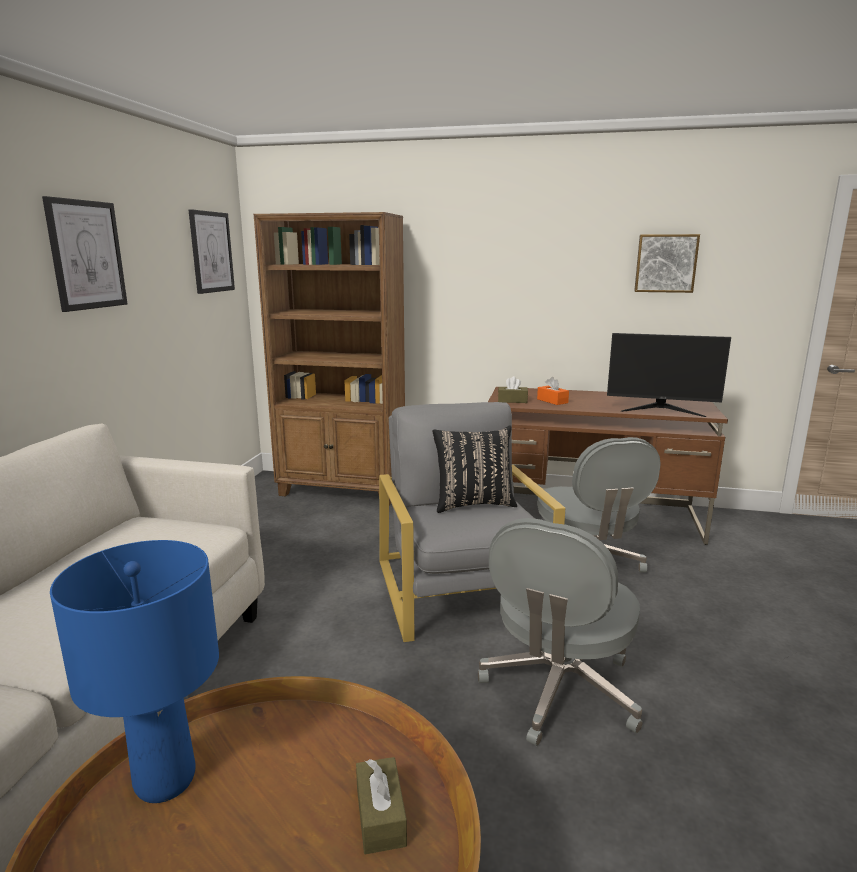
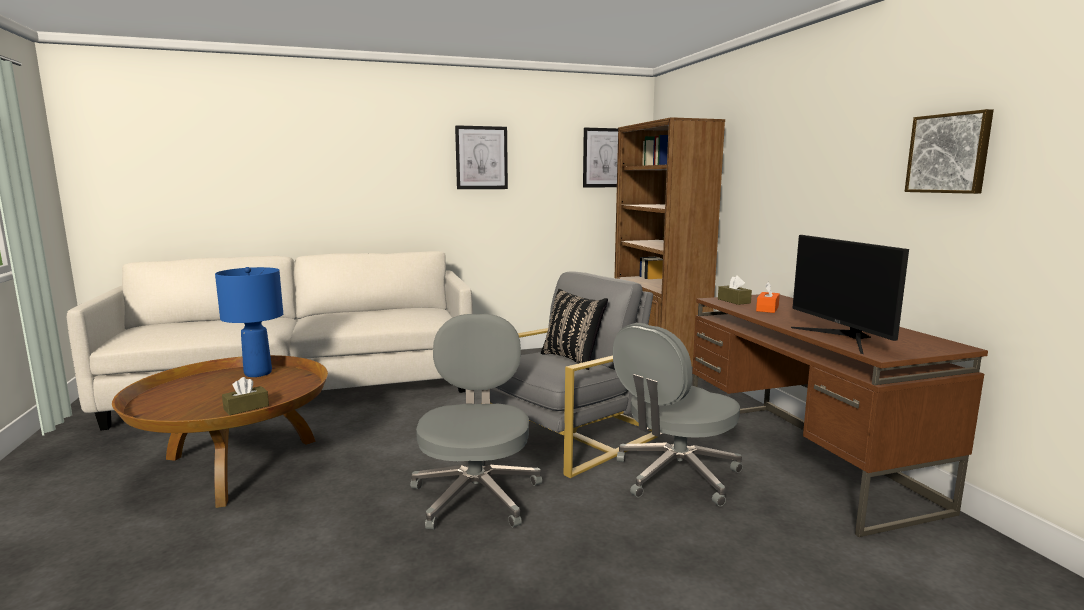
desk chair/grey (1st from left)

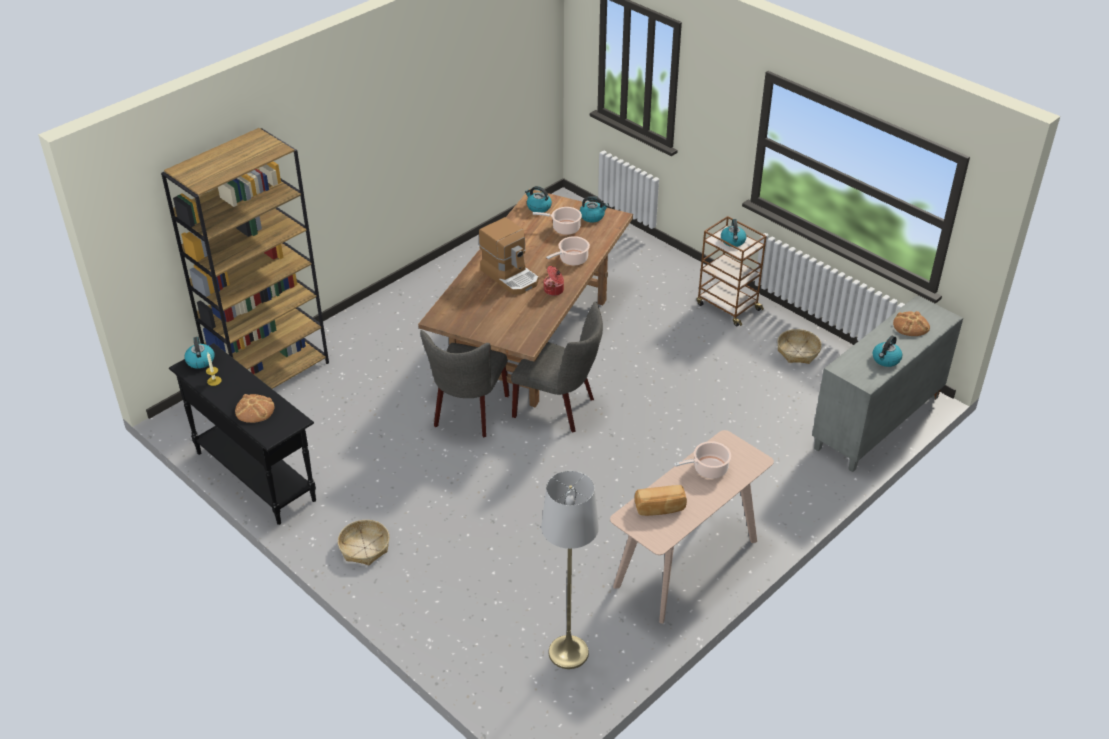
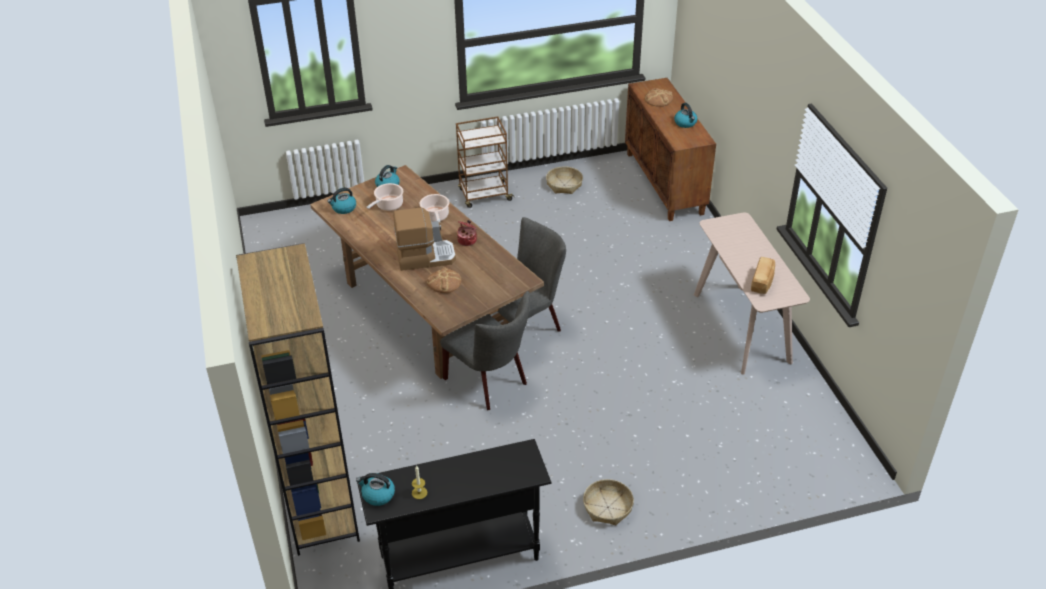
kettle (4th from left in the first image); cabinet/brown-coloured; bakery bread (1st from left); saucepot (4th from left in the first image); standing lamp/grey

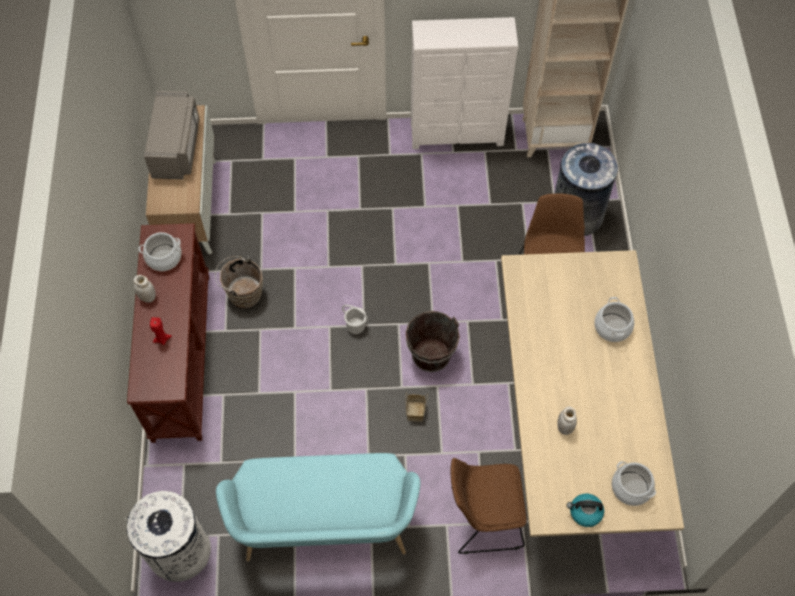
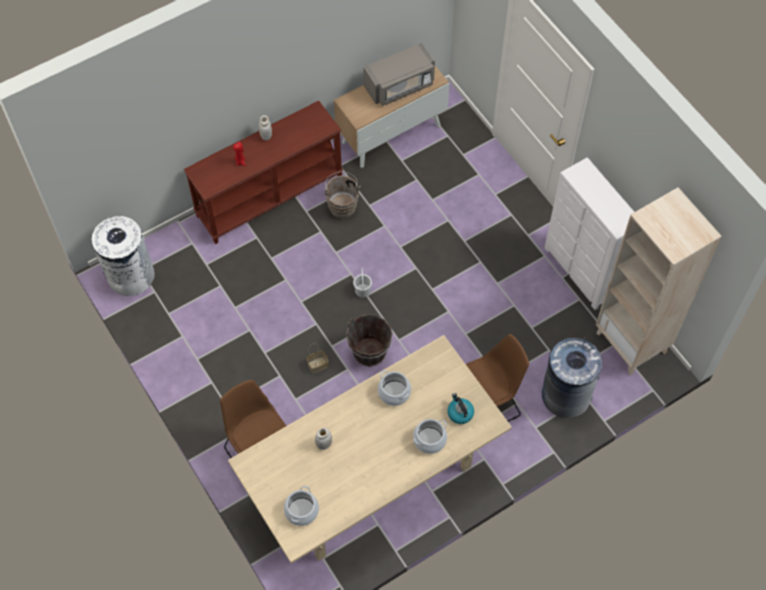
saucepot (2nd from left); bench/turquoise; kettle

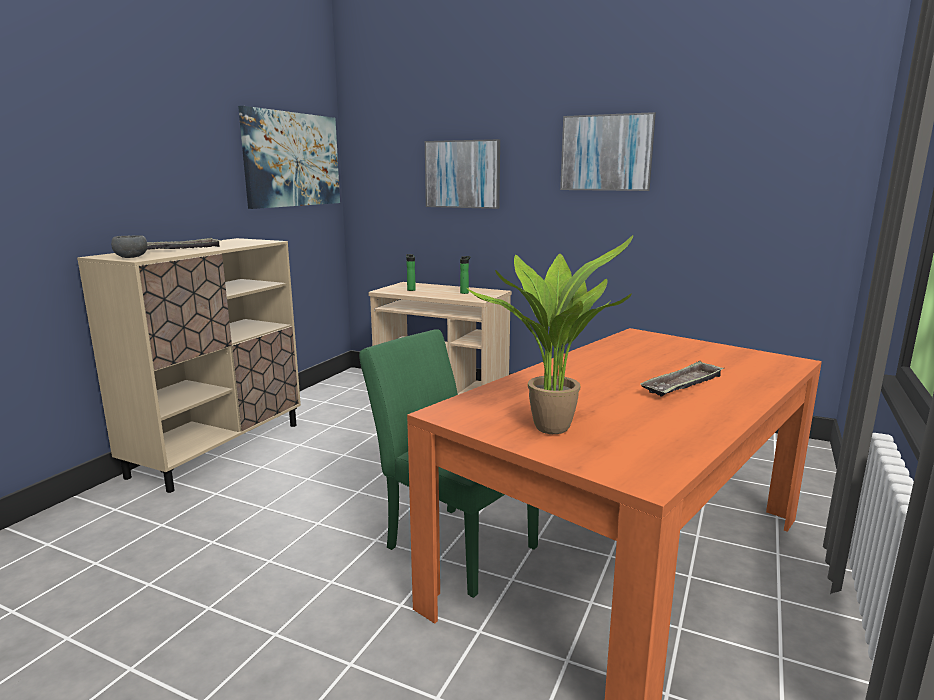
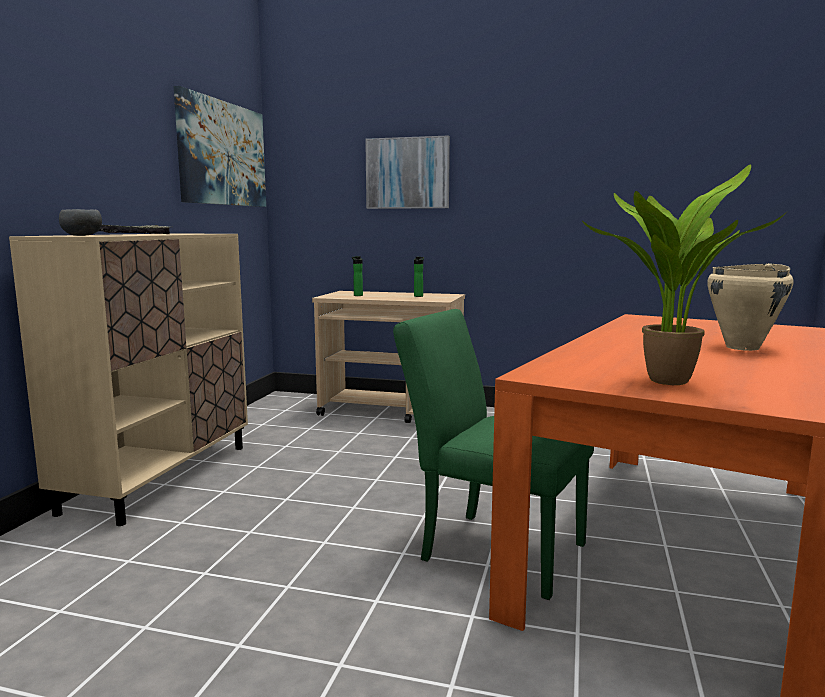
wall art (3rd from left in the first image); saucepot/beige

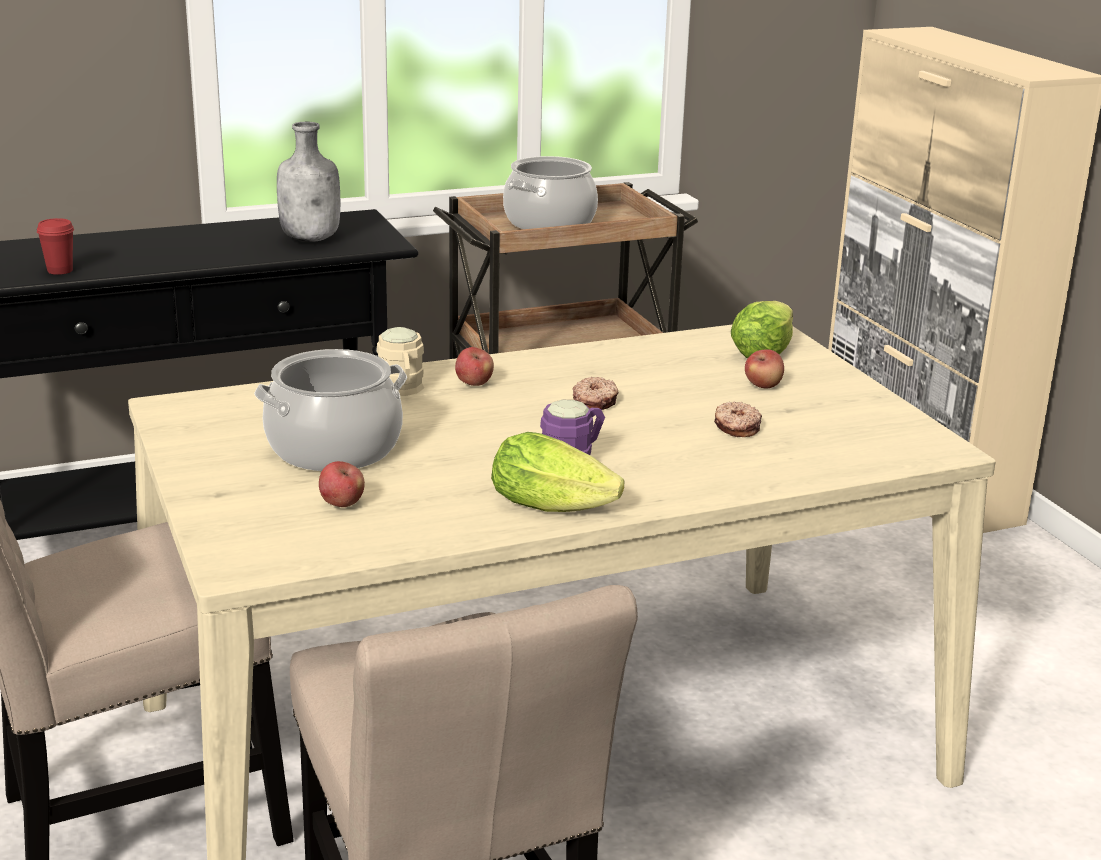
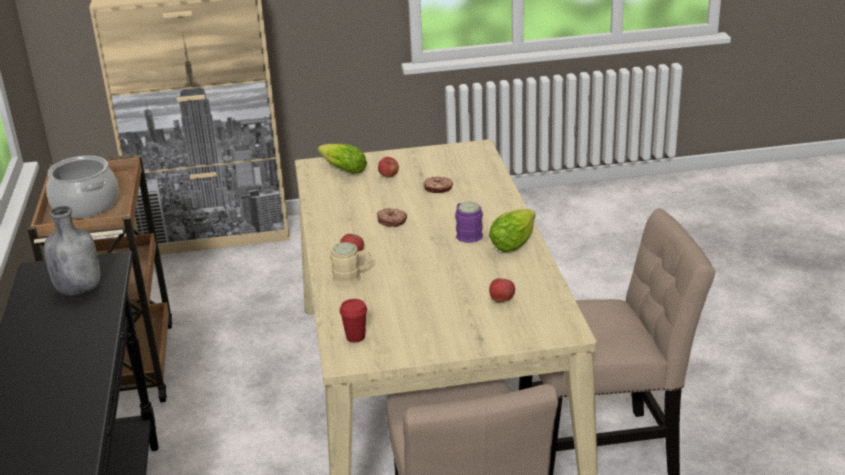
drinking cup/reddish; saucepot (1st from left in the first image)

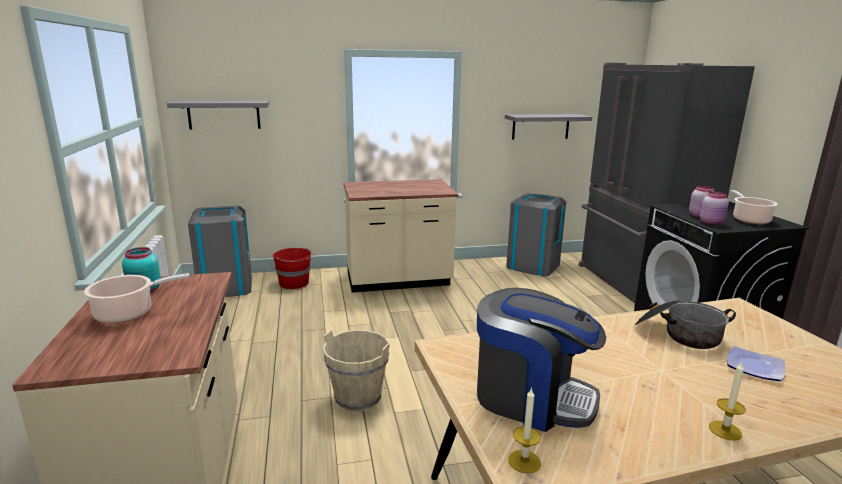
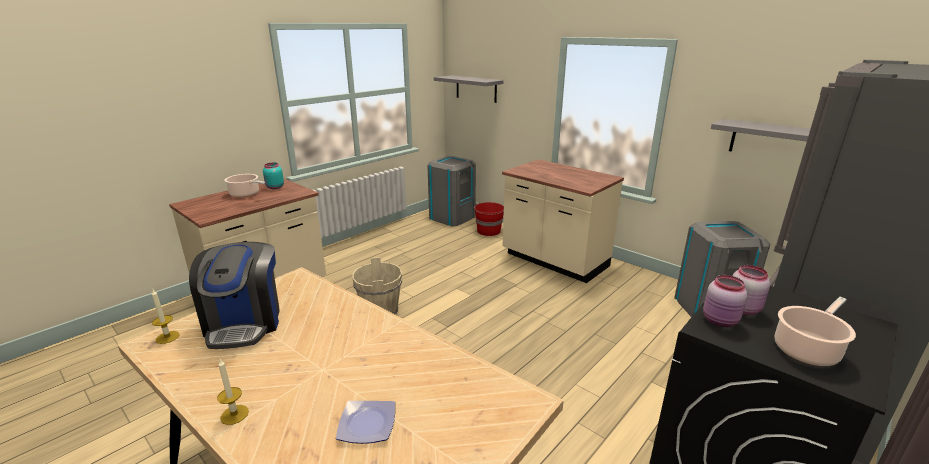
saucepot (2nd from left in the first image)

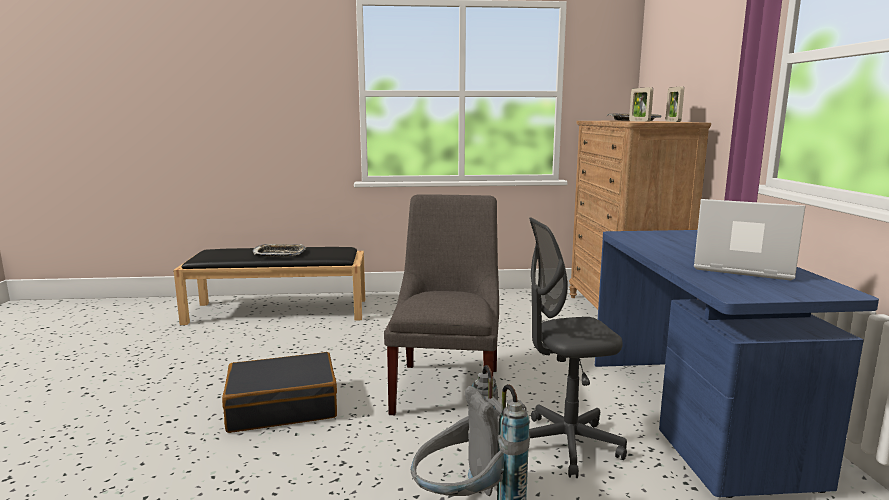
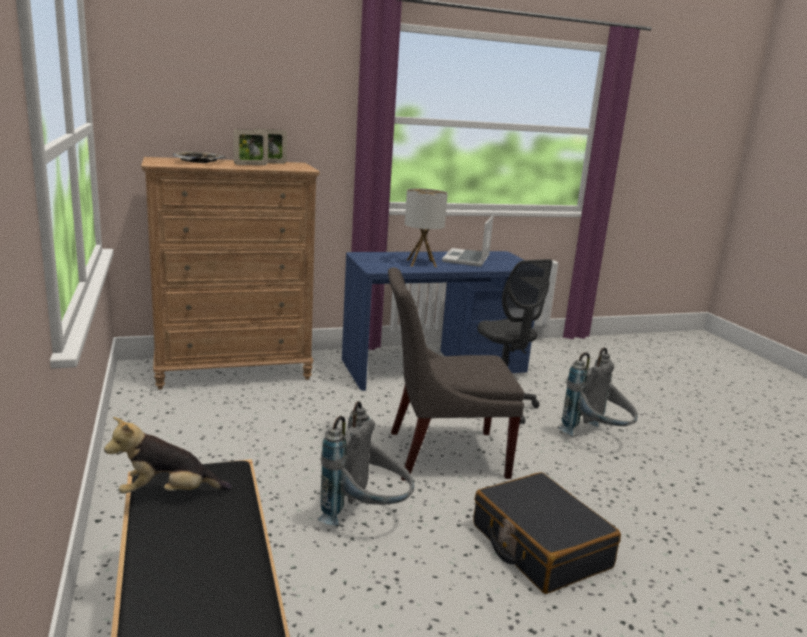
carrying tray (1st from left in the first image); tabletop lamp; backpack/grey (1st from left); soft toy

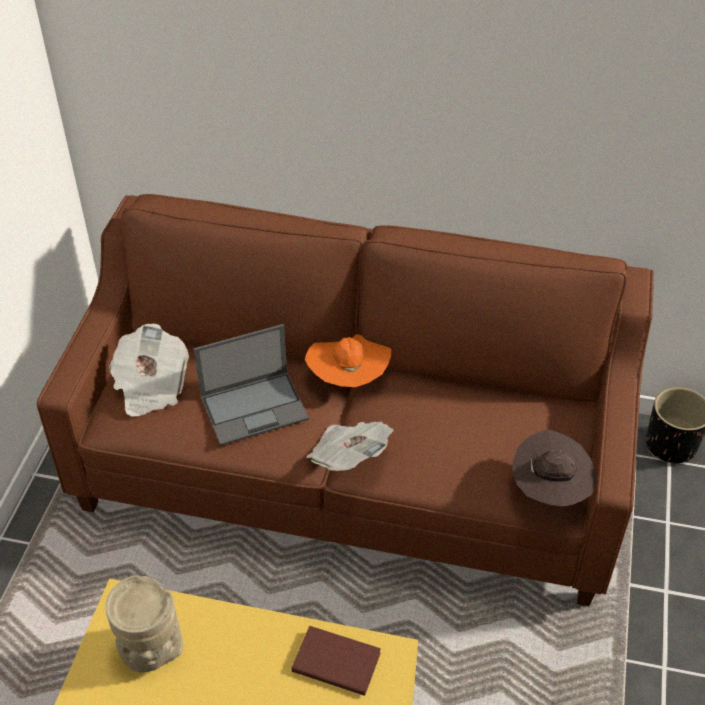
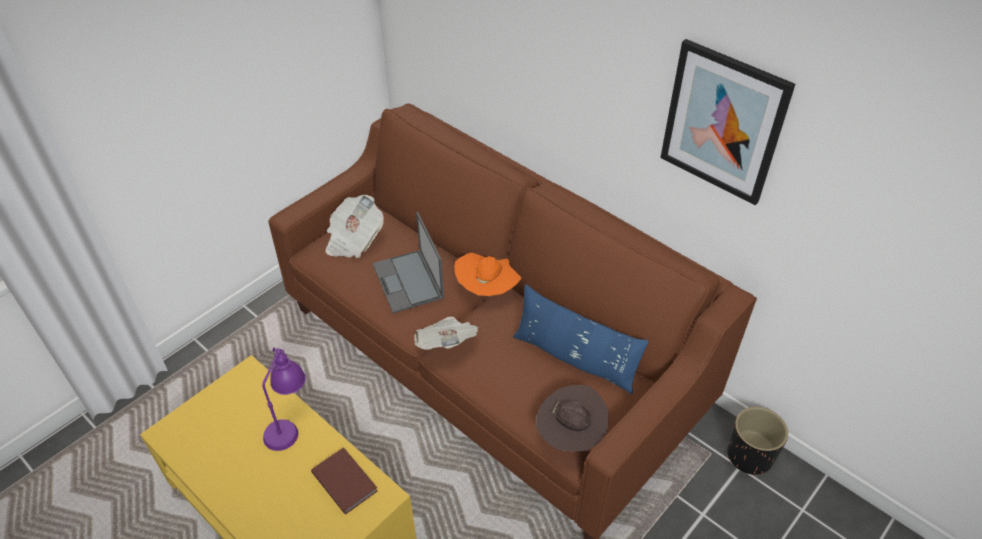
laptop; flower vase/beige; wall art; cushion/blue; tabletop lamp/purplish

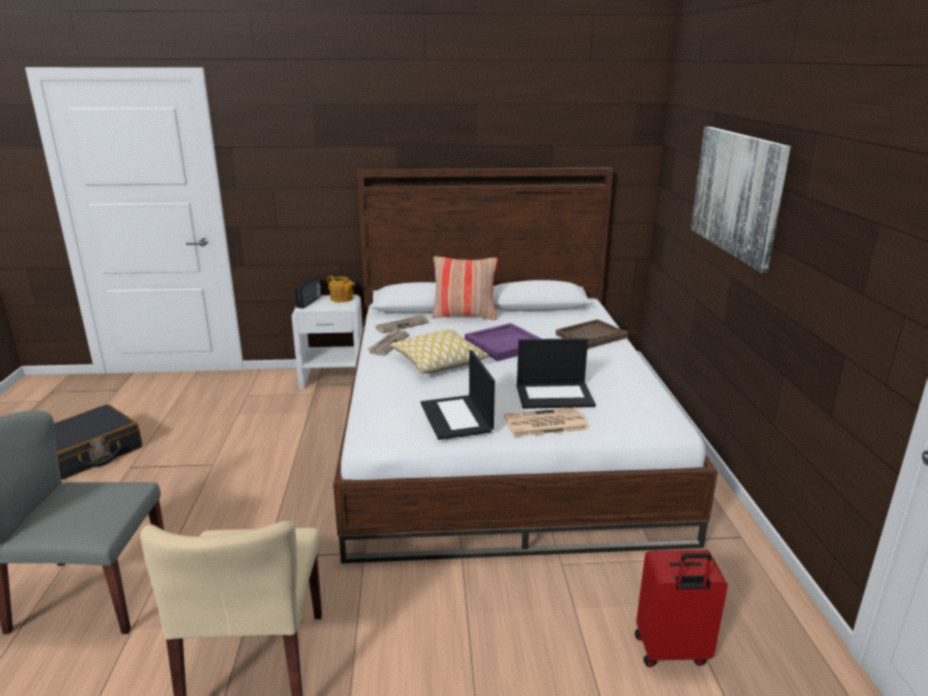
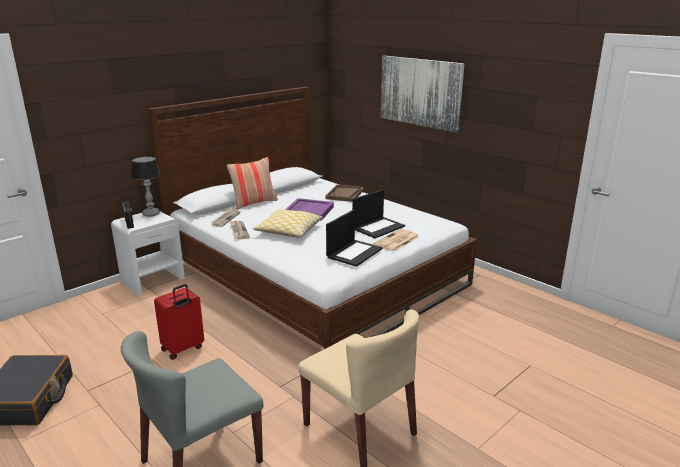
tabletop lamp; laptop (1st from left); piece of luggage/reddish

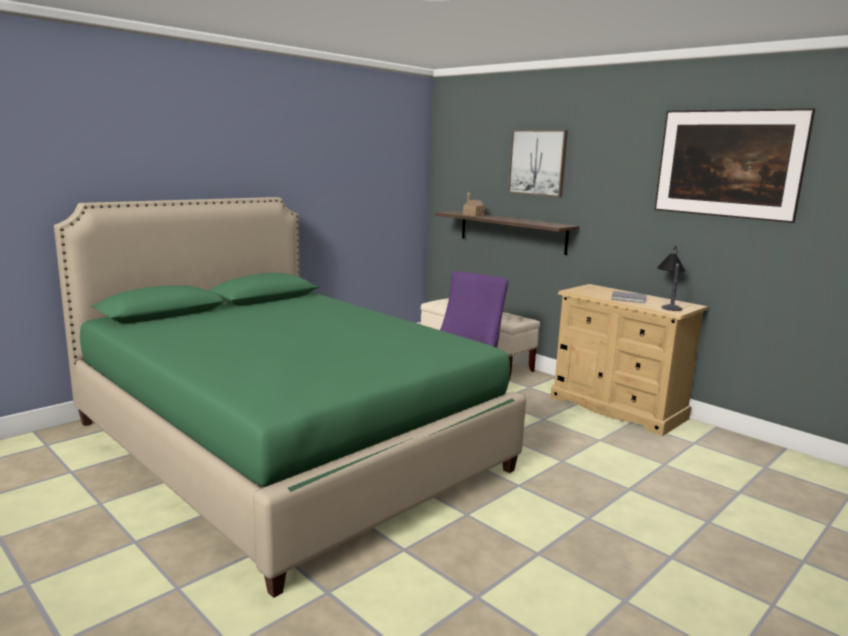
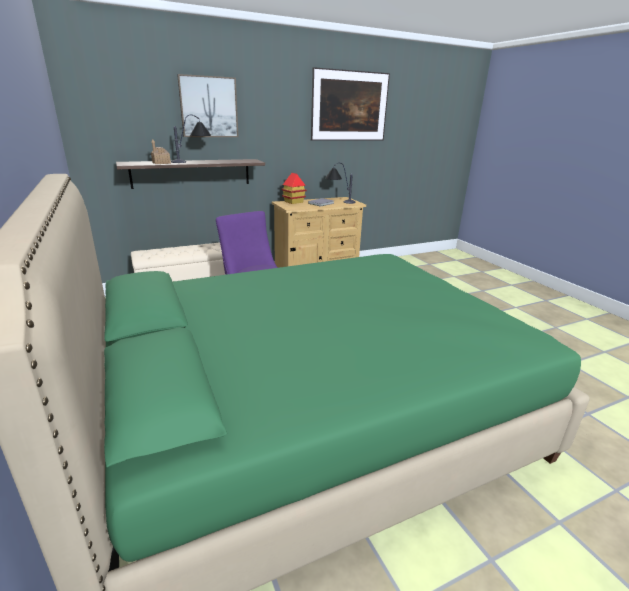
tabletop lamp (1st from left); toy house (2nd from left)

